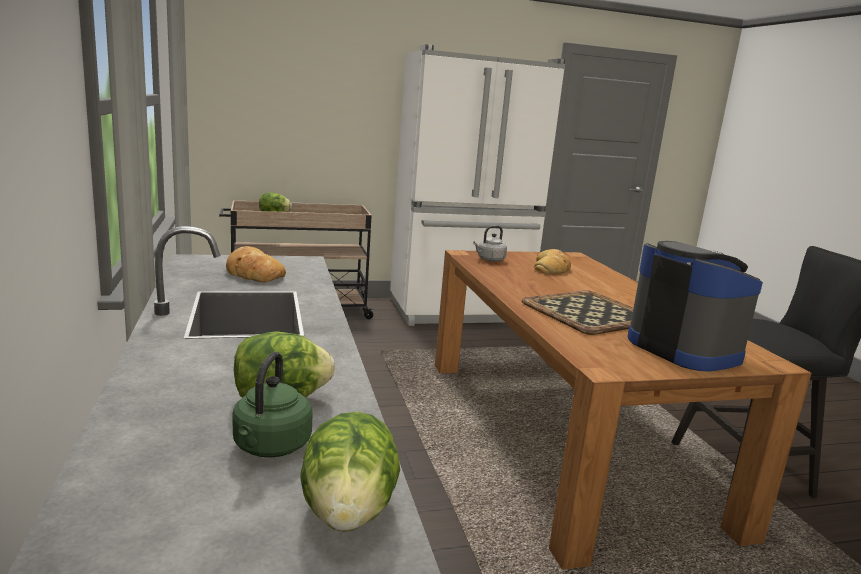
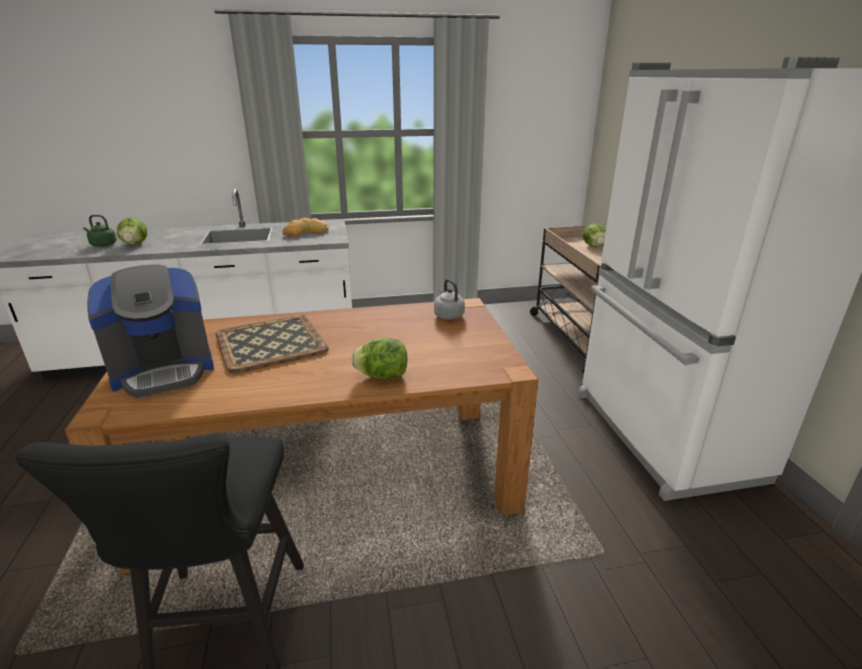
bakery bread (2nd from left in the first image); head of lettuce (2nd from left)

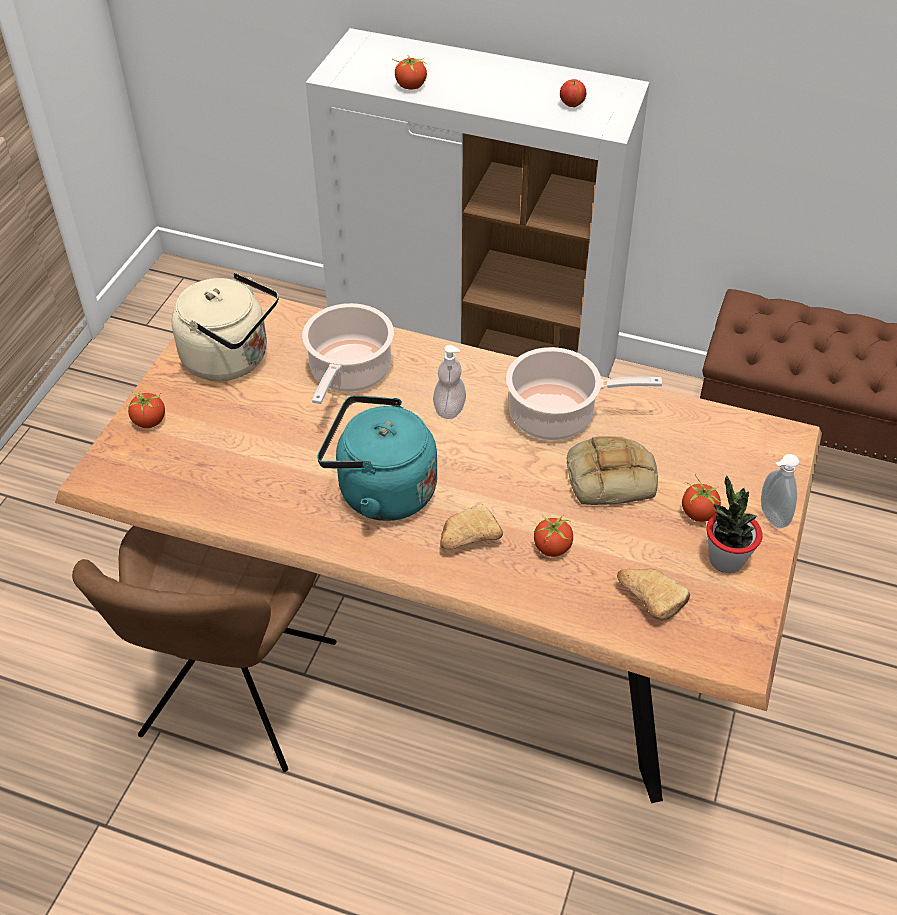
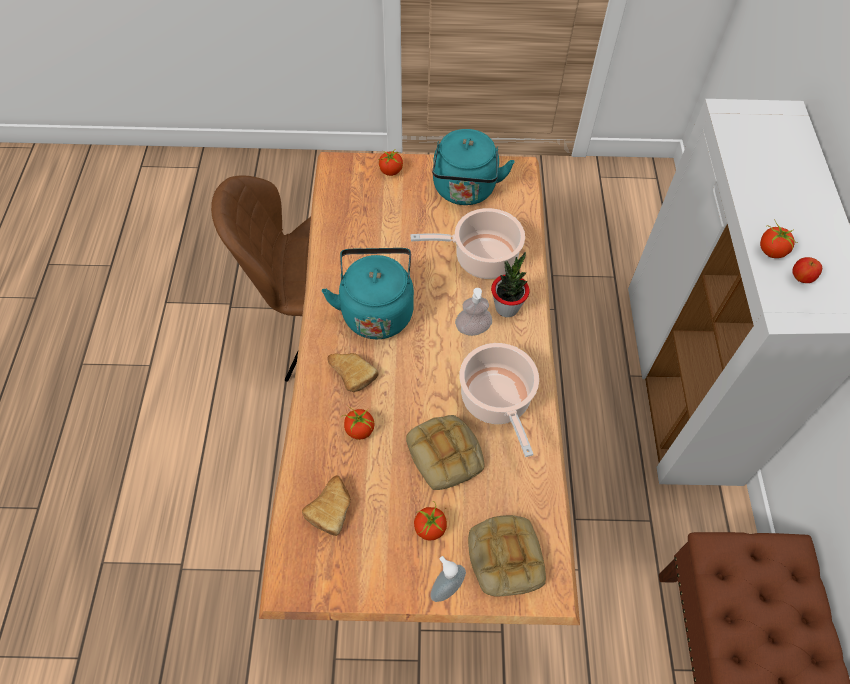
tomato (4th from left); kettle/turquoise (2nd from left); plant in a pot; bakery bread (4th from left)

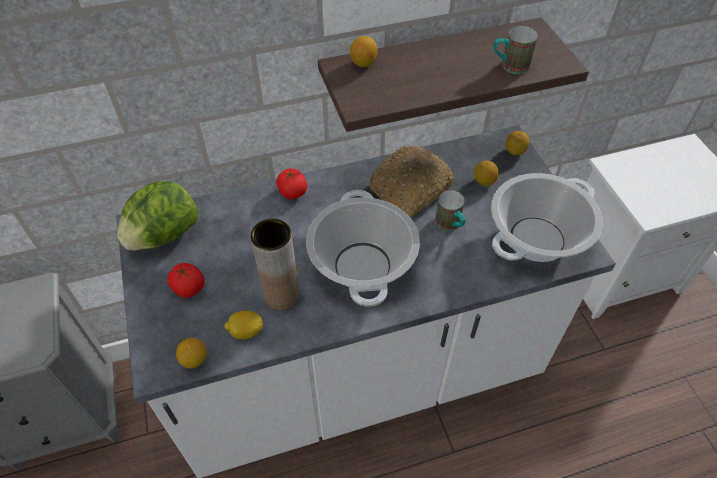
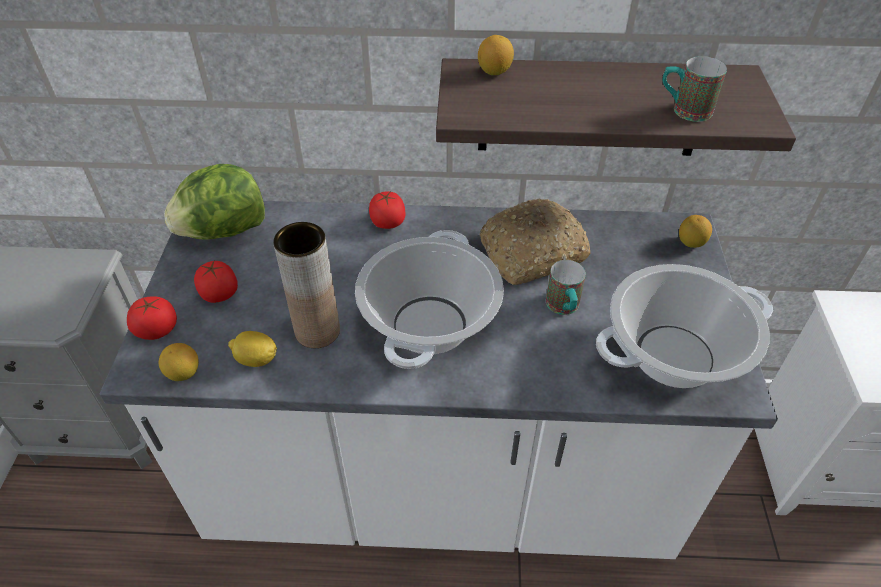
citrus fruit (4th from left in the first image); tomato (1st from left)

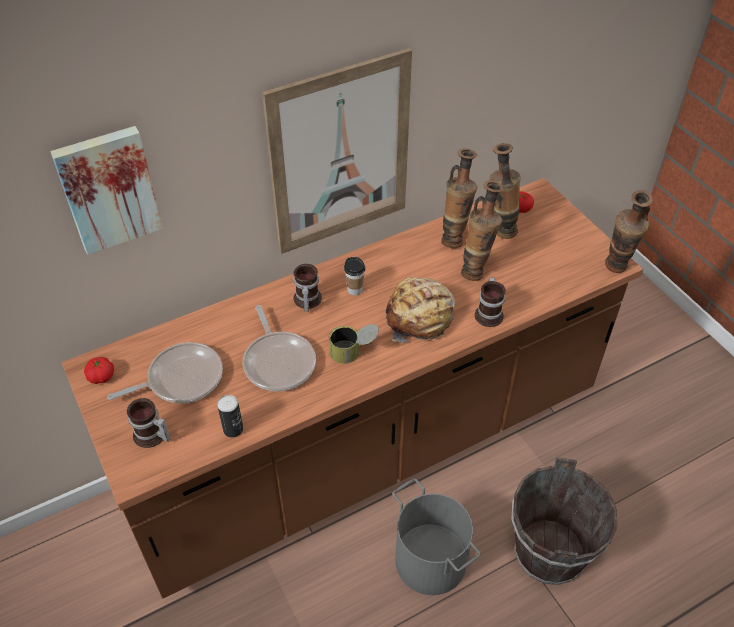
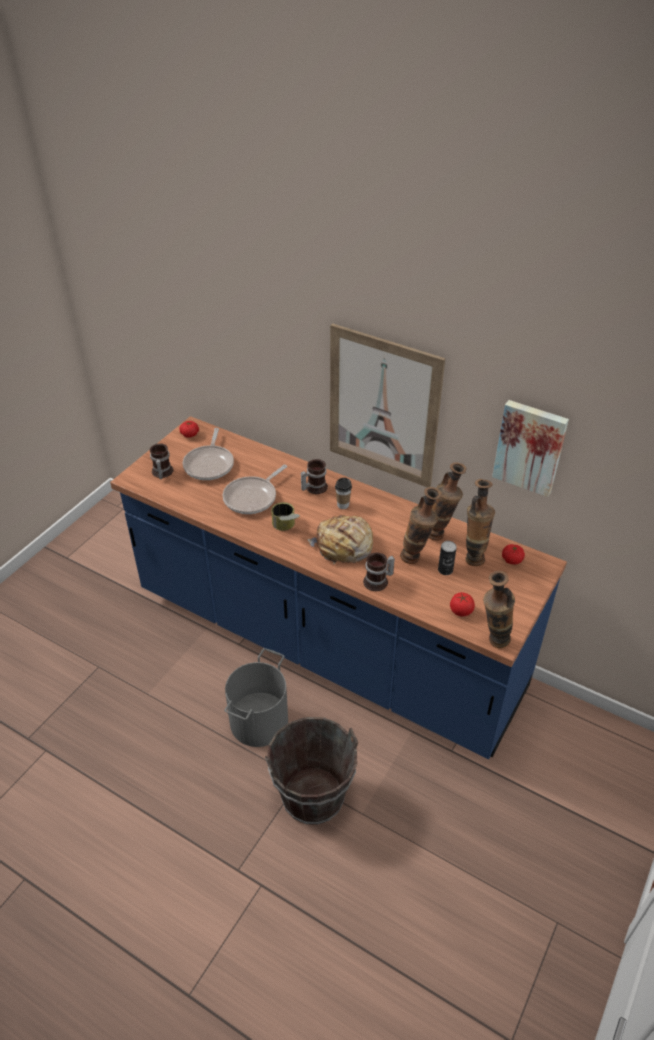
wall art (2nd from left); kitchen counter/blue; frying pan (1st from left); sealed can (2nd from left); tomato (2nd from left)

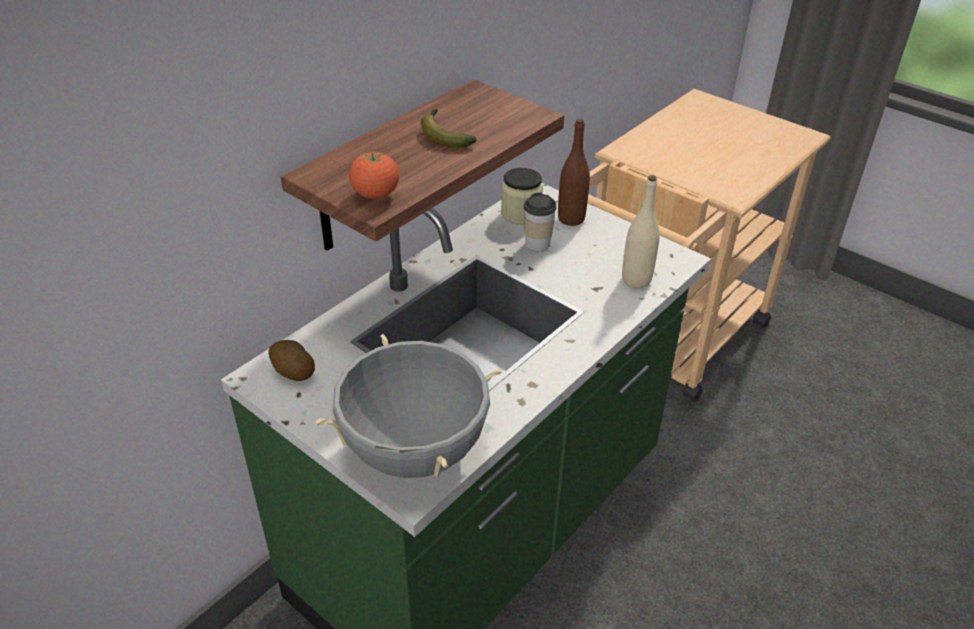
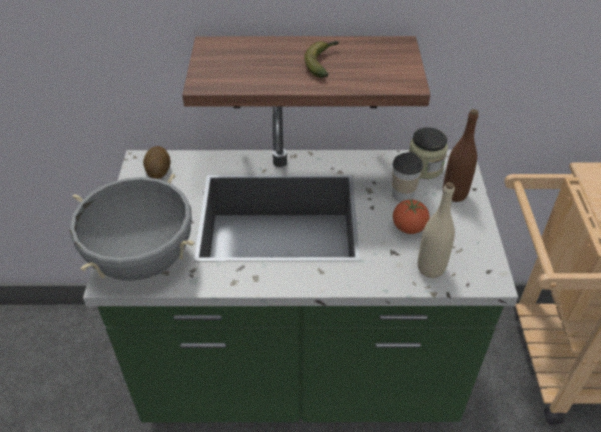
tomato

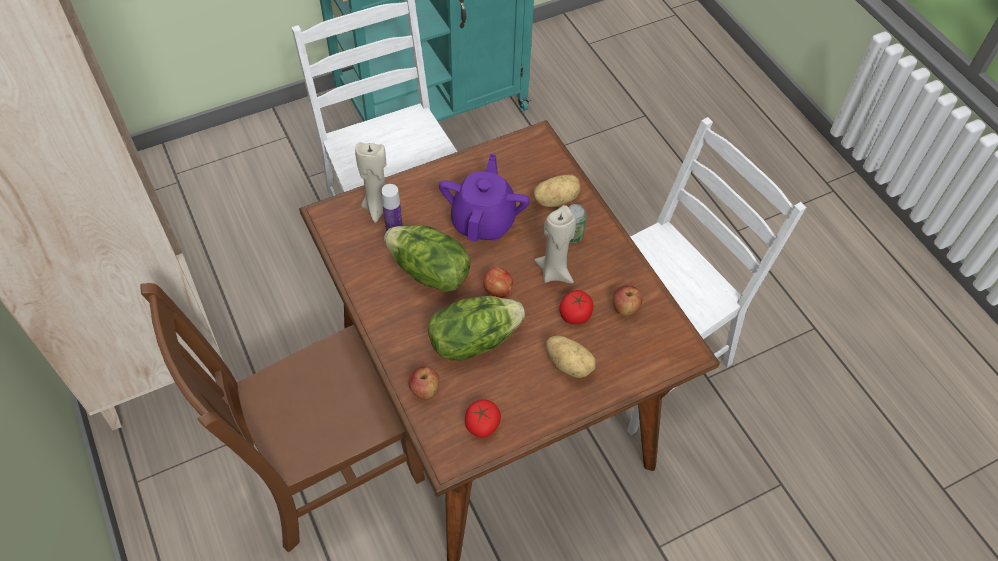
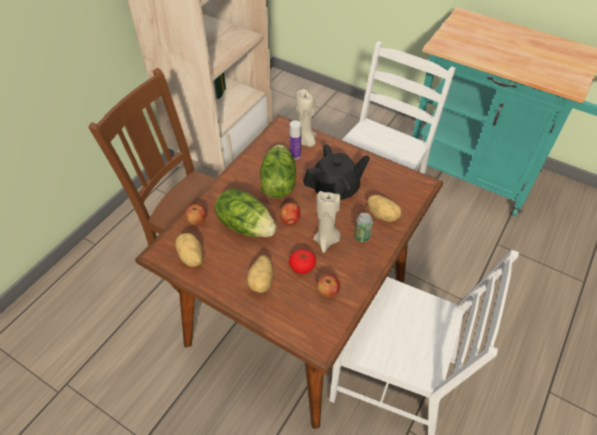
teapot/blackish; whole potato (1st from left)

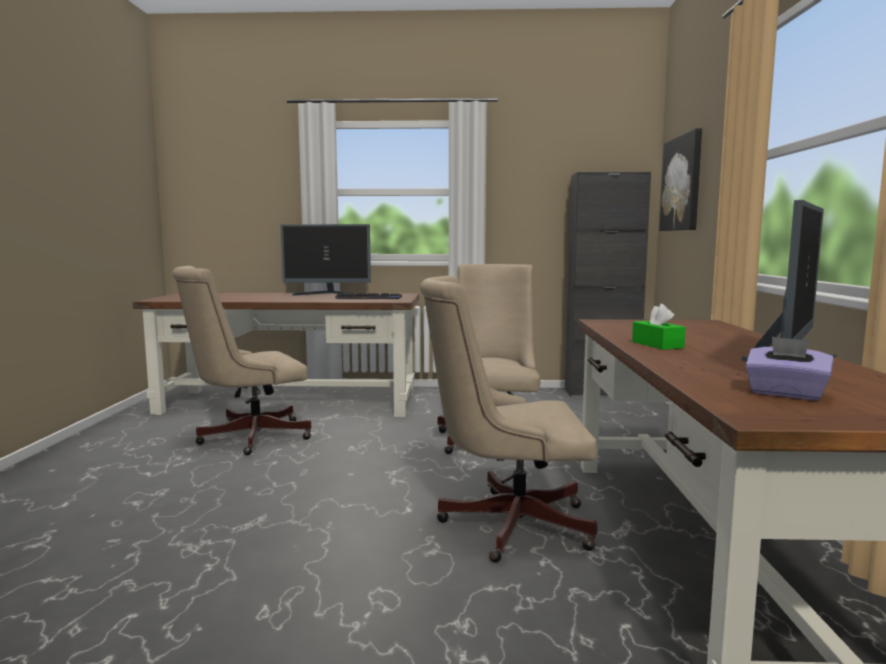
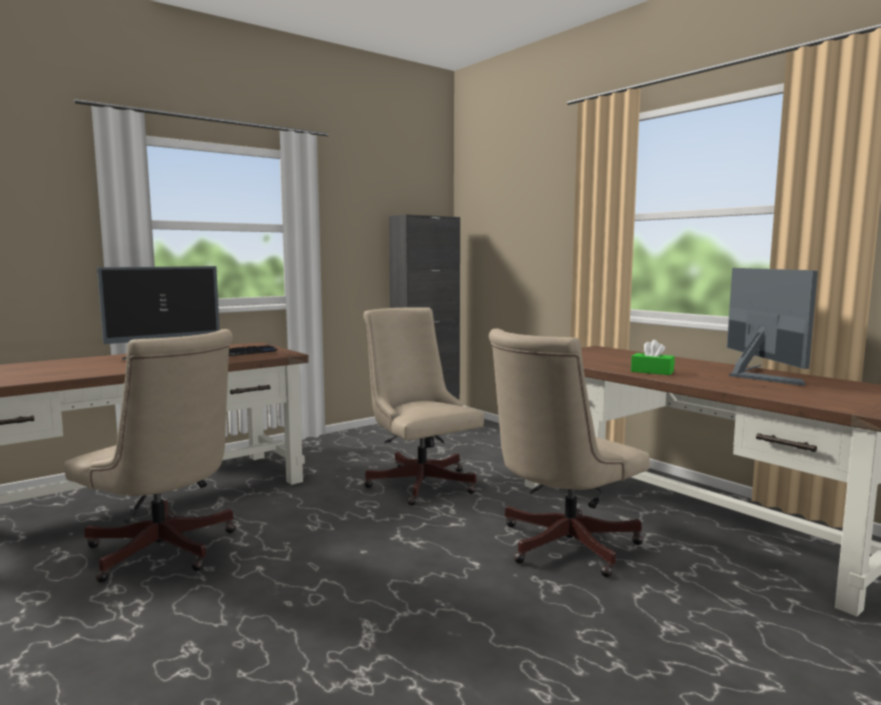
wall art; desk chair/beige (1st from left); tissue holder/purplish

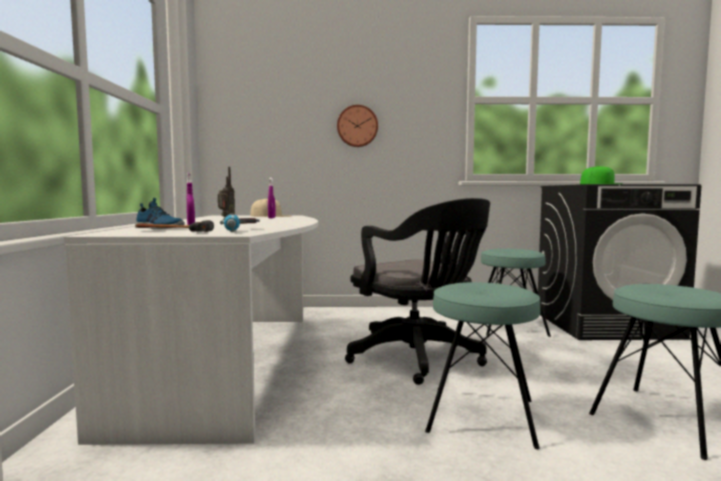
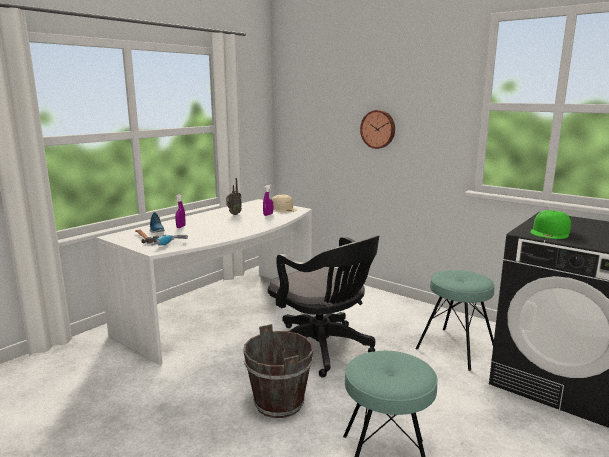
desk chair/blackish; pail/brown-coloured

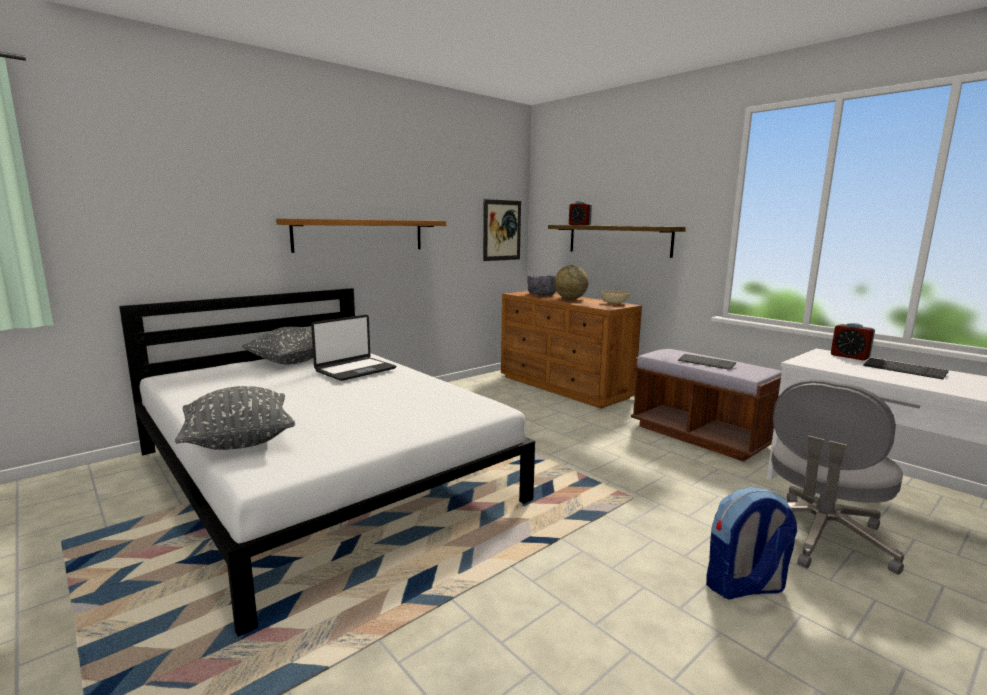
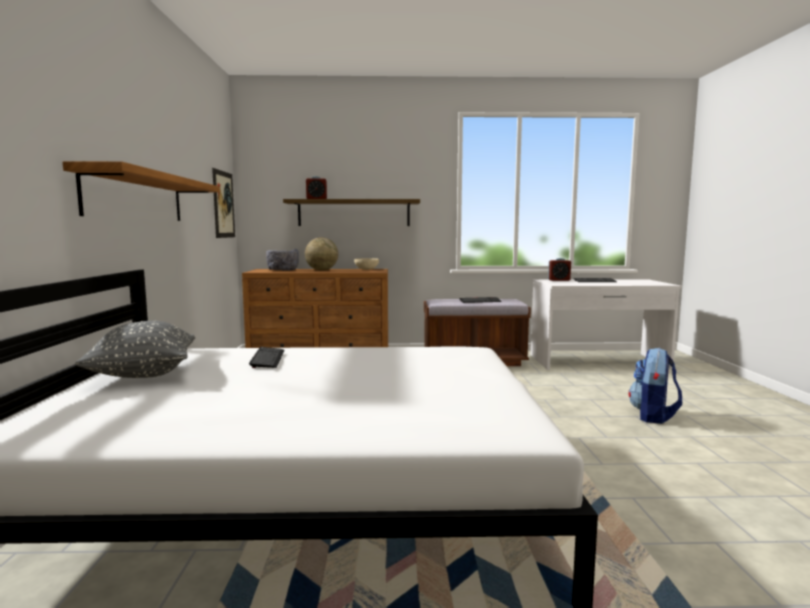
keyboard (1st from left); desk chair/grey; cushion/grey (1st from left in the first image)

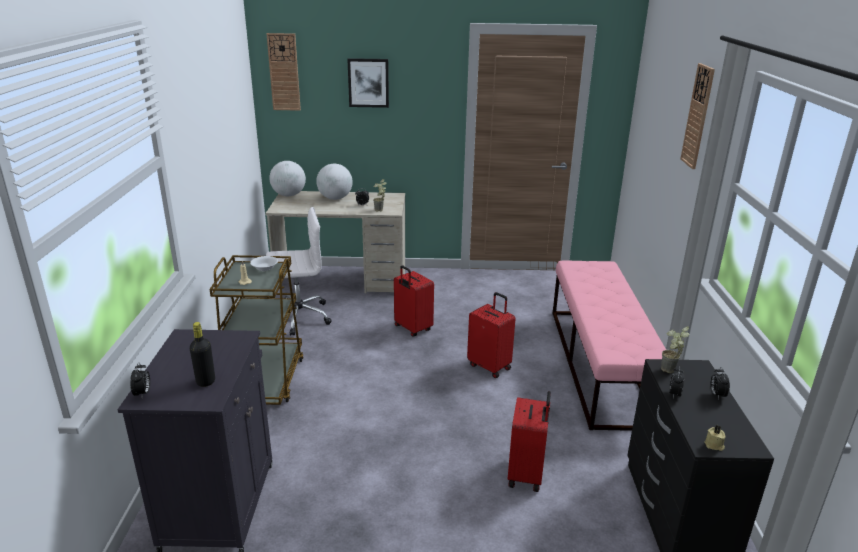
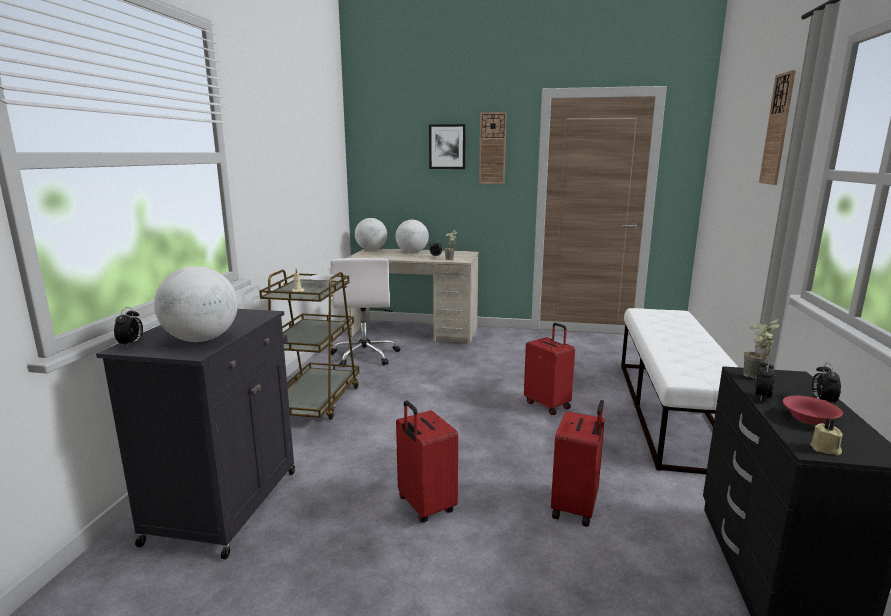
hanging clock (1st from left); desk chair/whitish; bench/whitish; piece of luggage/reddish (1st from left); desk globe (1st from left); bowl/reddish

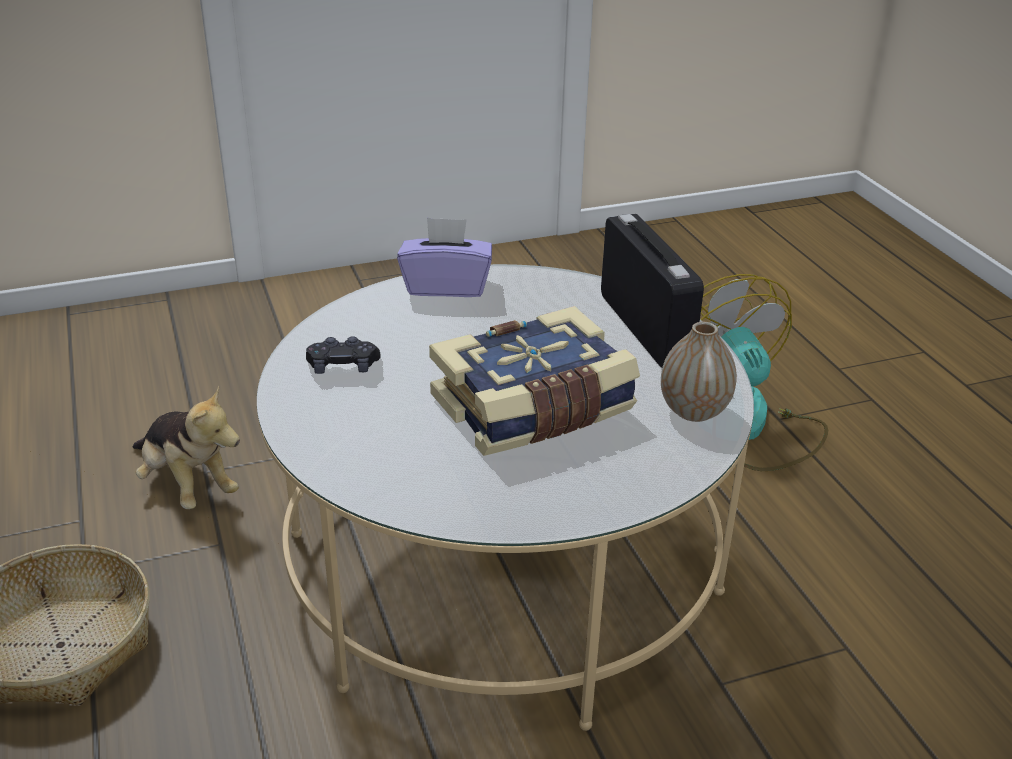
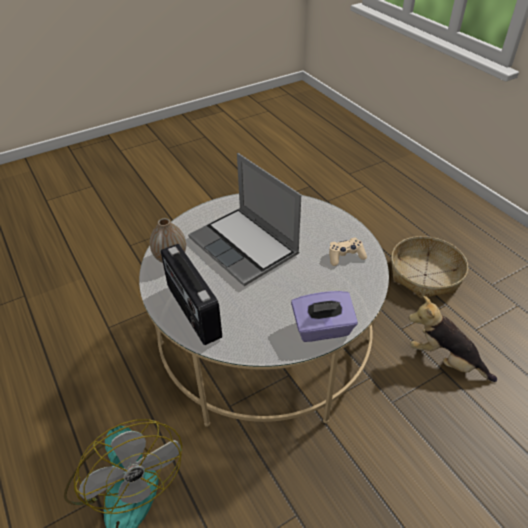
laptop; gamepad/beige

